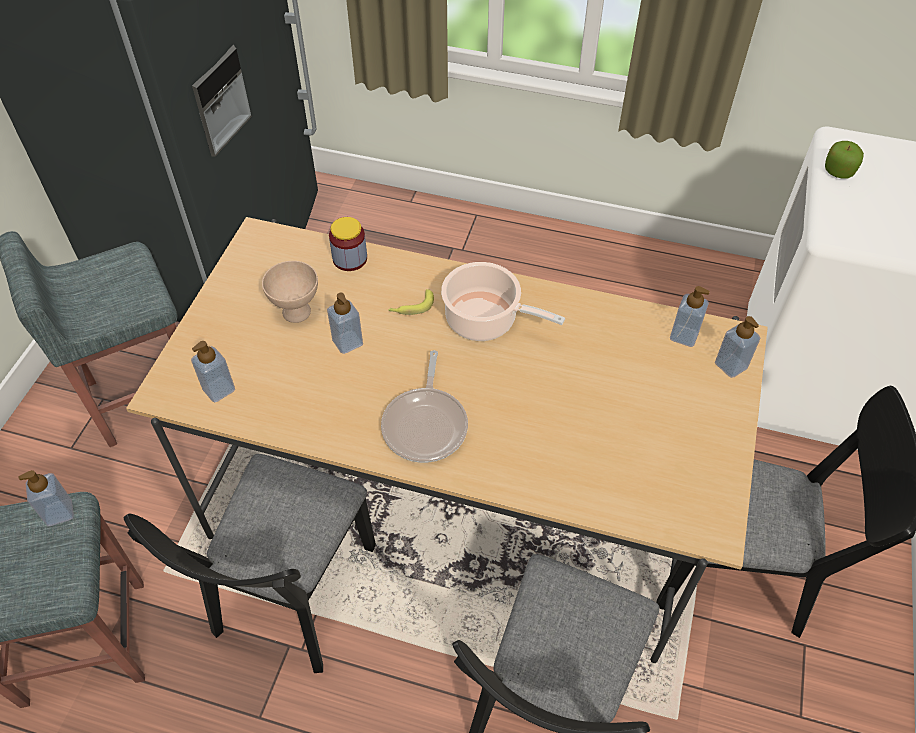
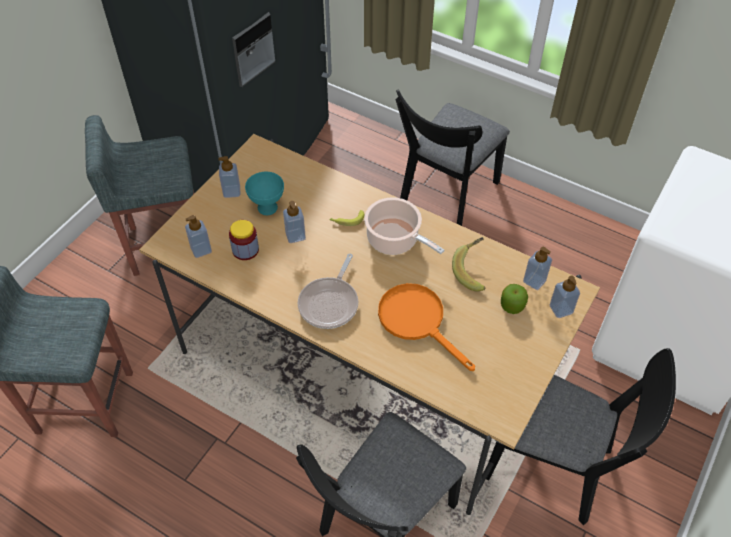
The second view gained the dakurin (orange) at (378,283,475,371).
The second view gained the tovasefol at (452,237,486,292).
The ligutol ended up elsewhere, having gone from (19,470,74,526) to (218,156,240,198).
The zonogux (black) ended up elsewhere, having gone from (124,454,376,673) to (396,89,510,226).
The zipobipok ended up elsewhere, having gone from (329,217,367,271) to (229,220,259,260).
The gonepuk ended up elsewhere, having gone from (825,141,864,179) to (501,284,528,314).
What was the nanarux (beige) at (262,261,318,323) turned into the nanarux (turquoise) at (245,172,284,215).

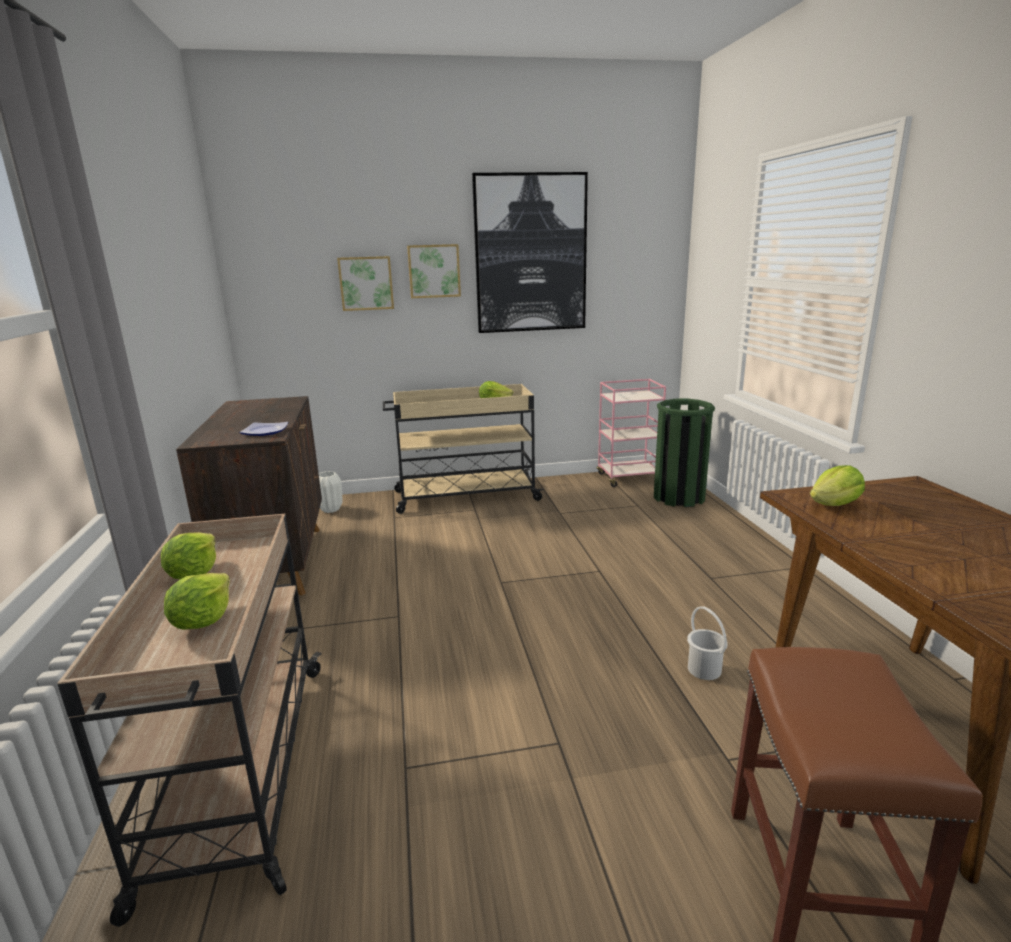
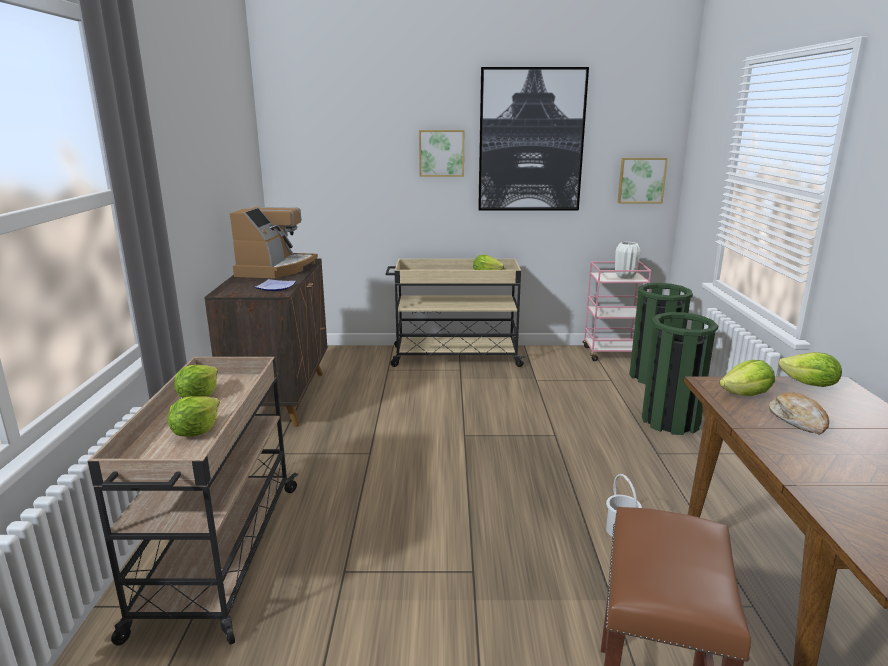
The second view gained the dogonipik at (230,207,318,278).
The second view gained the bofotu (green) at (642,312,718,435).
The second view gained the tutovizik at (769,392,829,435).
The second view gained the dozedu at (778,352,842,387).
The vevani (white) ended up elsewhere, having gone from (319,471,342,513) to (615,242,641,279).
The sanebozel ended up elsewhere, having gone from (337,256,394,311) to (617,158,668,203).

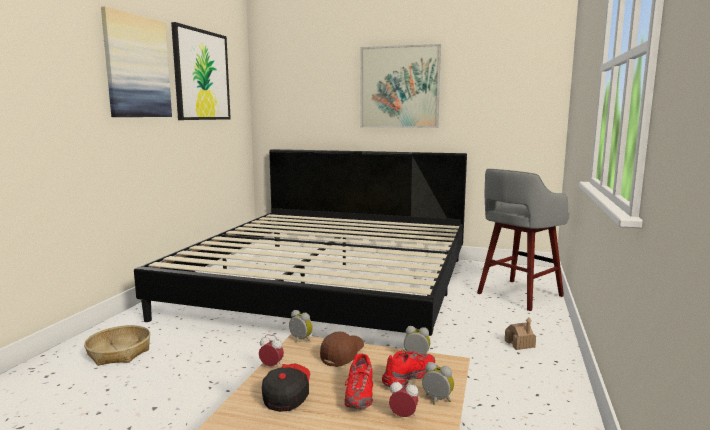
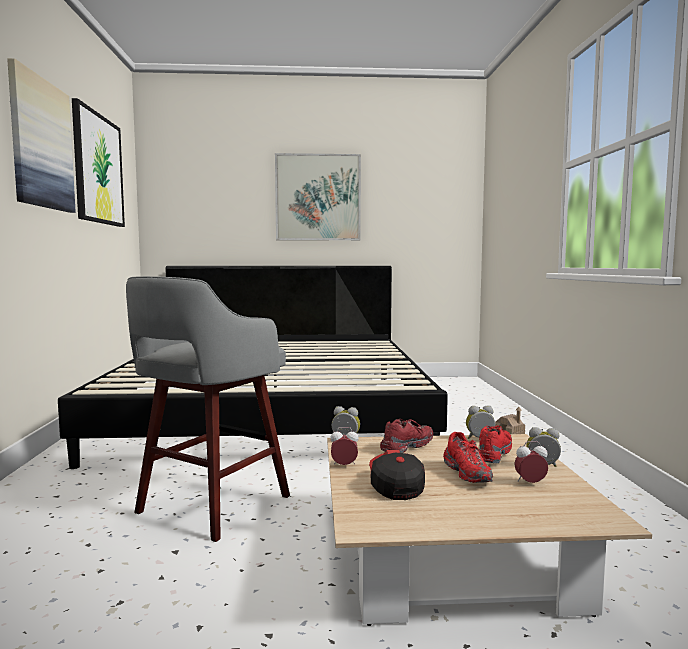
The second view lost the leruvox at (84,325,150,366).
The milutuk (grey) ended up elsewhere, having gone from (477,169,569,311) to (126,276,290,542).
Where the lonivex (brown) stood at (320,332,364,367), the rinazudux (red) came to stand at (380,419,433,453).

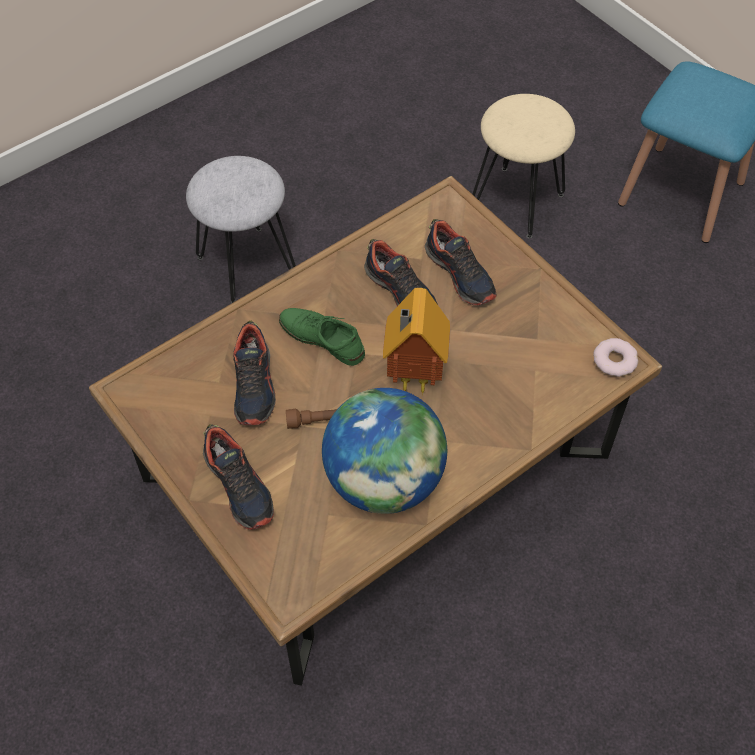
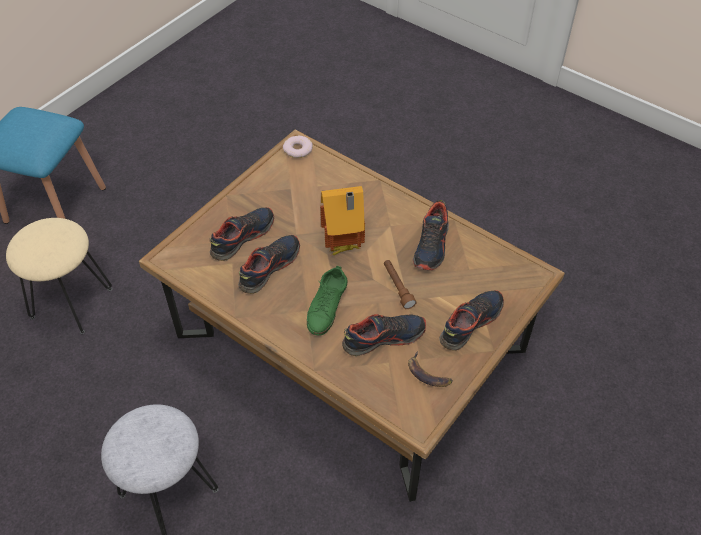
The second view gained the tovasefol at (408,351,453,387).
Where the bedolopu stood at (322,388,447,514), the rinazudux came to stand at (413,200,449,271).

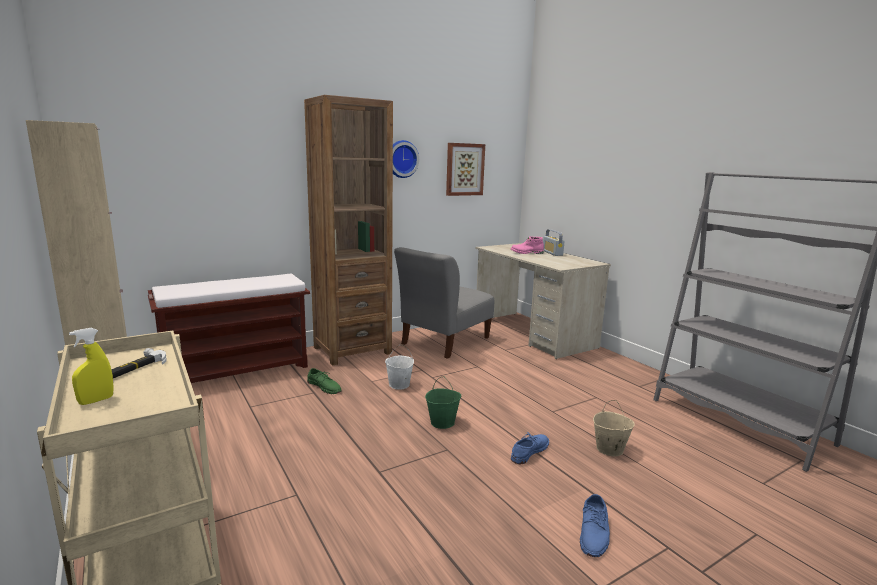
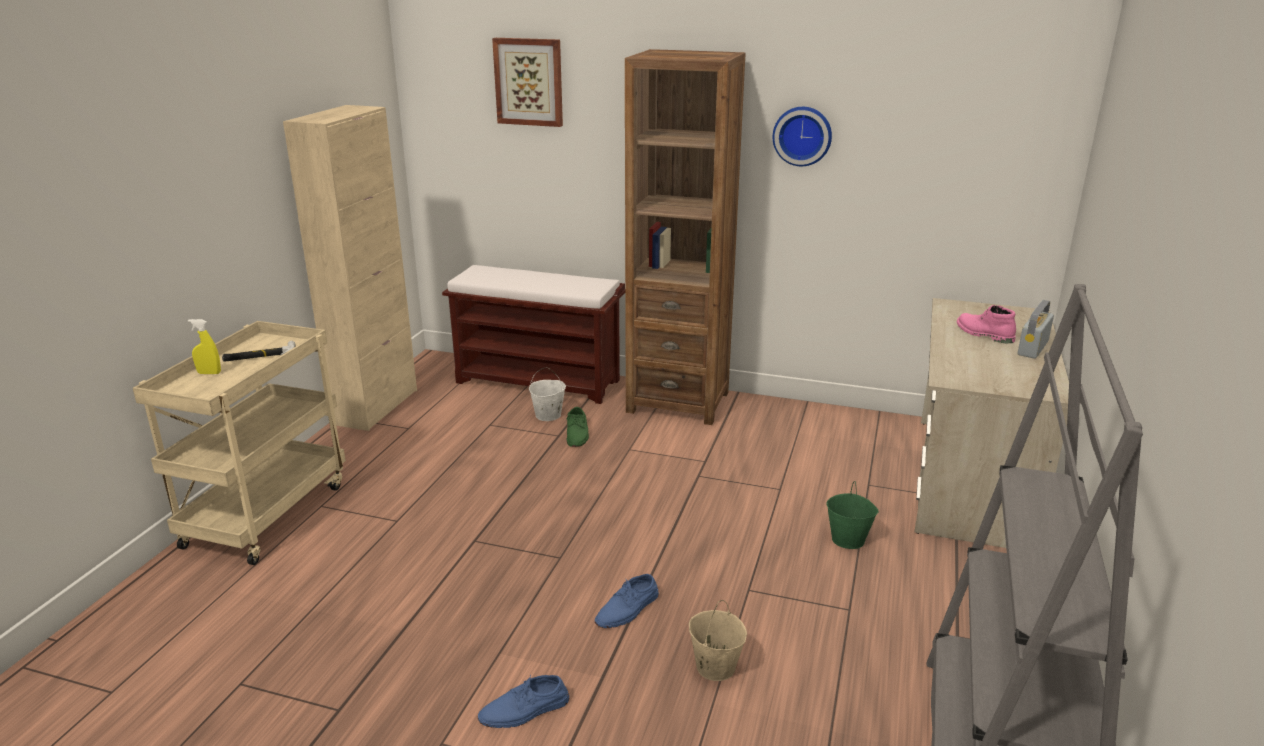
The second view lost the zonogux (grey) at (394,247,494,359).
The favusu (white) ended up elsewhere, having gone from (385,344,414,389) to (529,367,566,421).
The favusu (green) ended up elsewhere, having gone from (425,376,461,429) to (827,481,879,549).
The sanebozel ended up elsewhere, having gone from (446,143,485,196) to (492,38,563,127).
The rinazudux (blue) at (511,432,549,464) ended up facing another way, 135 degrees clockwise from before.

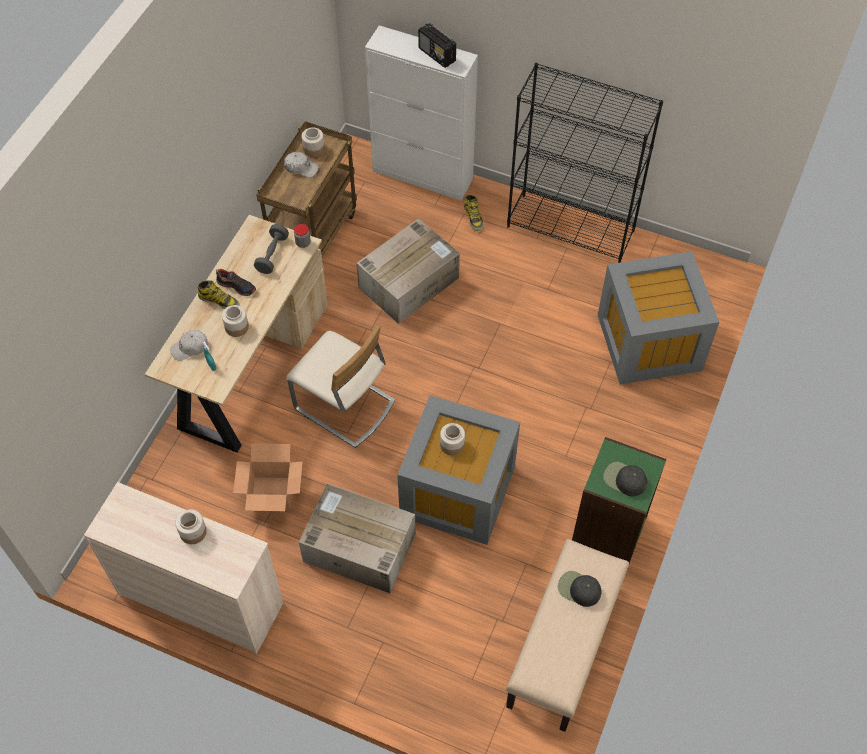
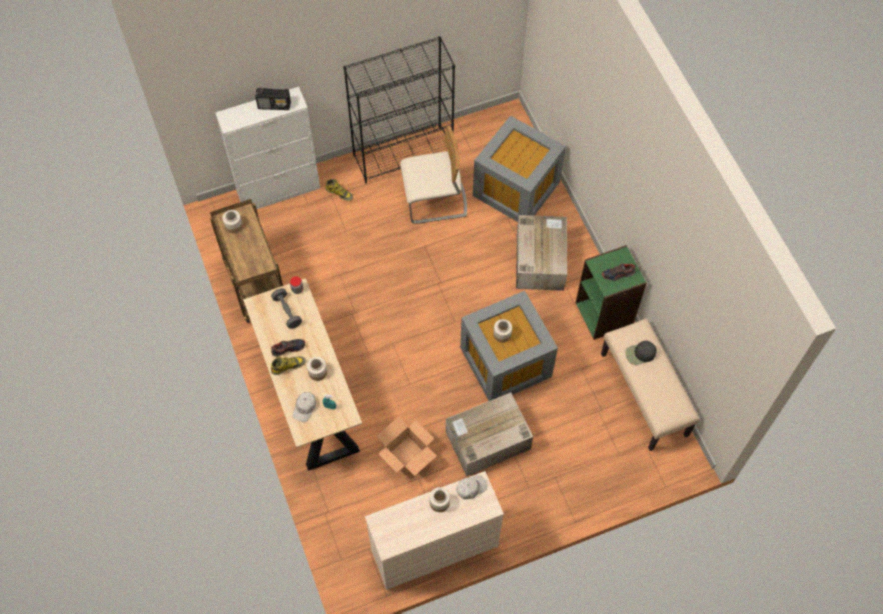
The lonivex (white) ended up elsewhere, having gone from (284,152,319,178) to (456,475,487,499).
The zonogux (beige) ended up elsewhere, having gone from (286,324,395,448) to (400,126,467,224).
The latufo ended up elsewhere, having gone from (356,218,460,324) to (516,215,567,291).
Where the lonivex (black) stood at (603,462,647,497), the rinazudux came to stand at (602,264,636,281).

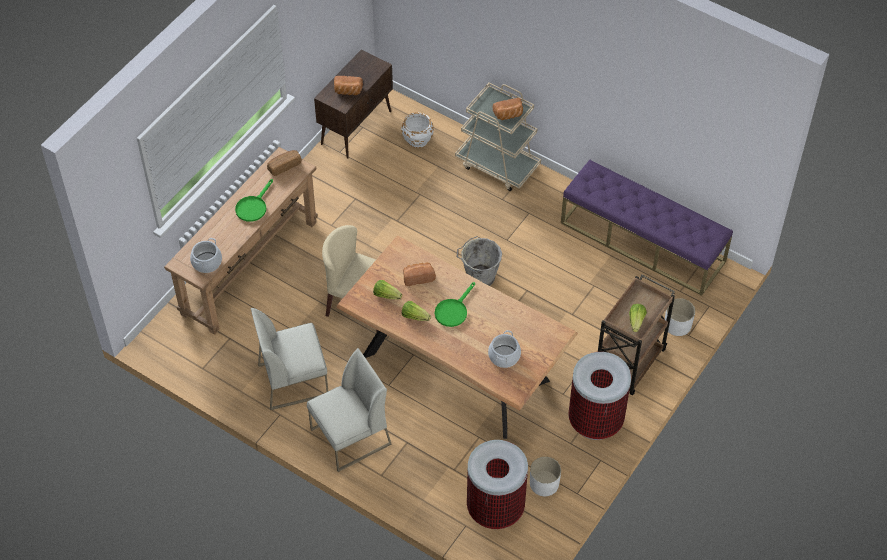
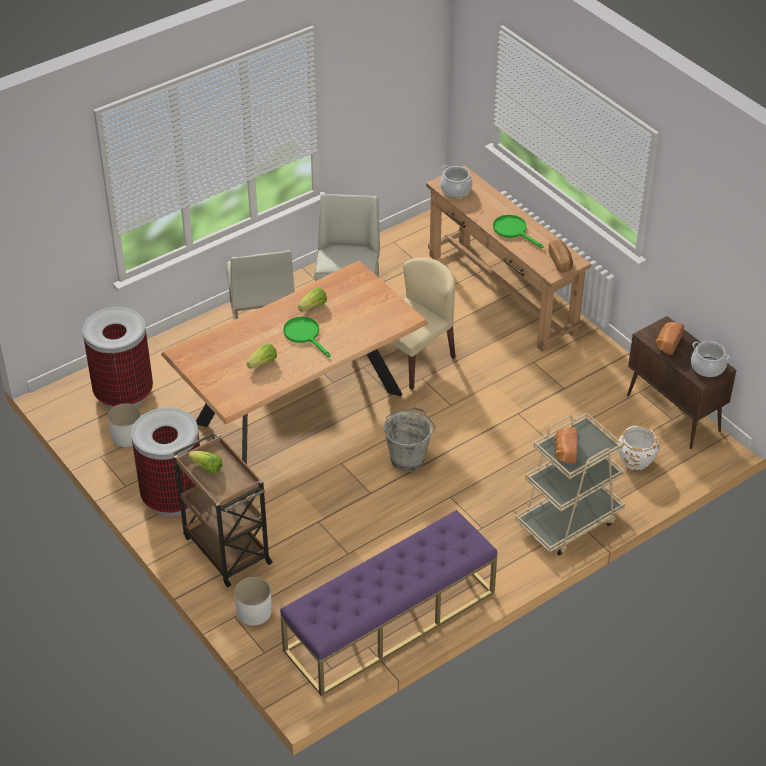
The second view lost the tutovizik at (403,262,436,286).
The dozedu ended up elsewhere, having gone from (373,280,402,299) to (247,344,277,369).
The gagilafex ended up elsewhere, having gone from (488,330,521,368) to (691,341,730,377).

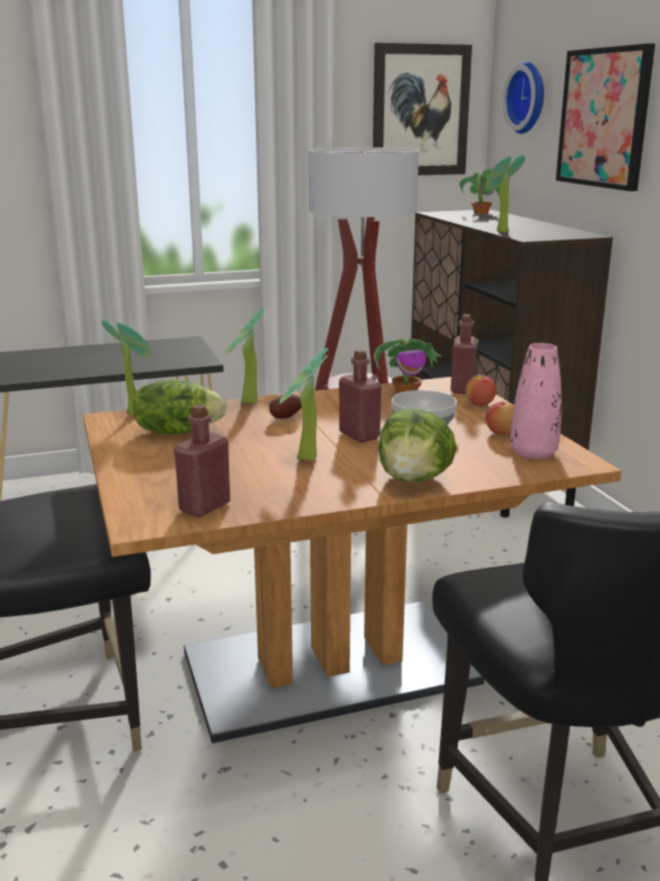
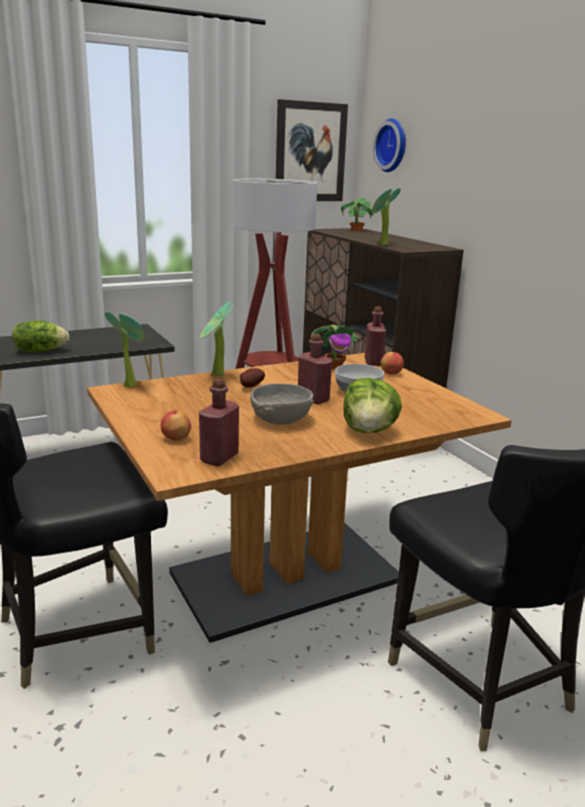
The second view lost the vevani (pink) at (510,343,562,459).
The second view lost the sanebozel at (556,43,655,191).
The dozedu ended up elsewhere, having gone from (133,379,227,434) to (12,320,69,352).
The gonepuk ended up elsewhere, having gone from (486,400,514,435) to (161,411,191,441).
Where the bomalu stood at (279,348,329,461), the nanarux (grey) came to stand at (250,383,313,425).

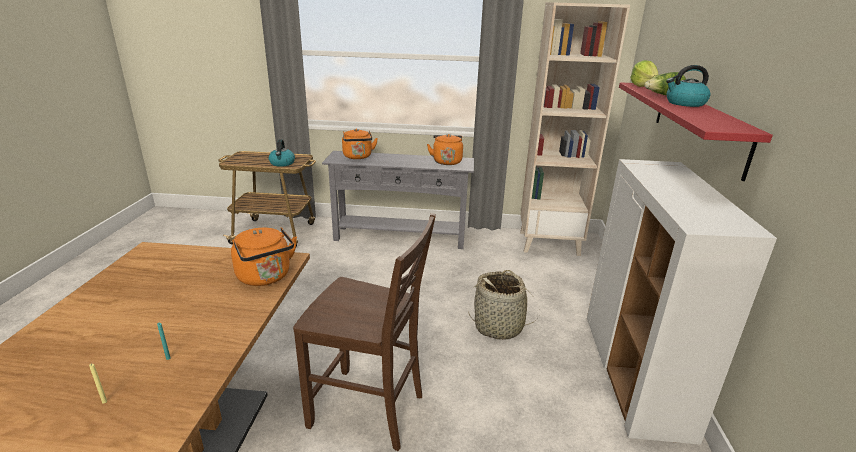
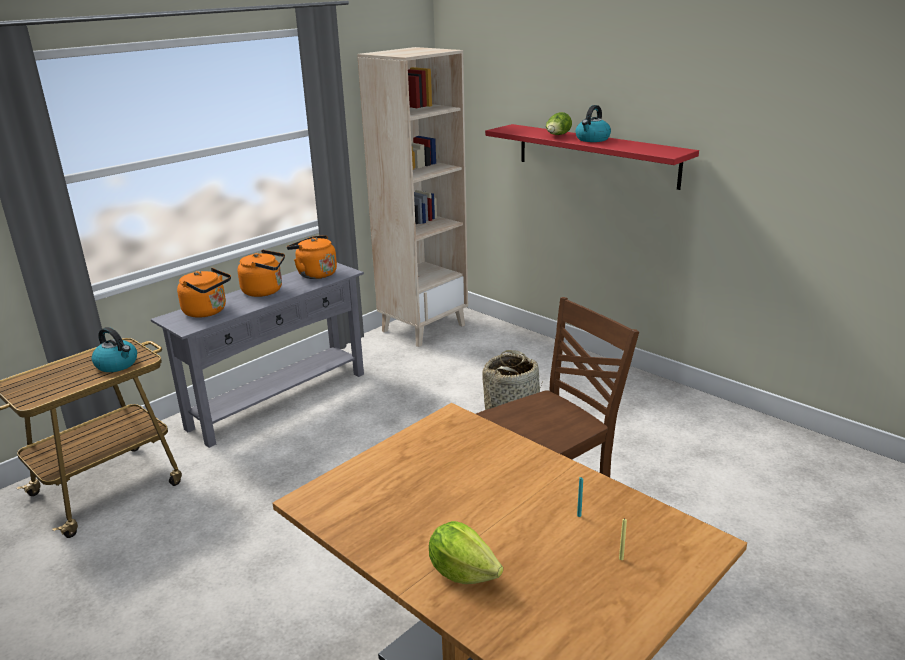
The second view lost the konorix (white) at (587,159,777,445).
The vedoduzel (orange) ended up elsewhere, having gone from (231,227,297,286) to (237,250,285,297).
The dozedu ended up elsewhere, having gone from (630,60,659,87) to (429,521,503,584).

